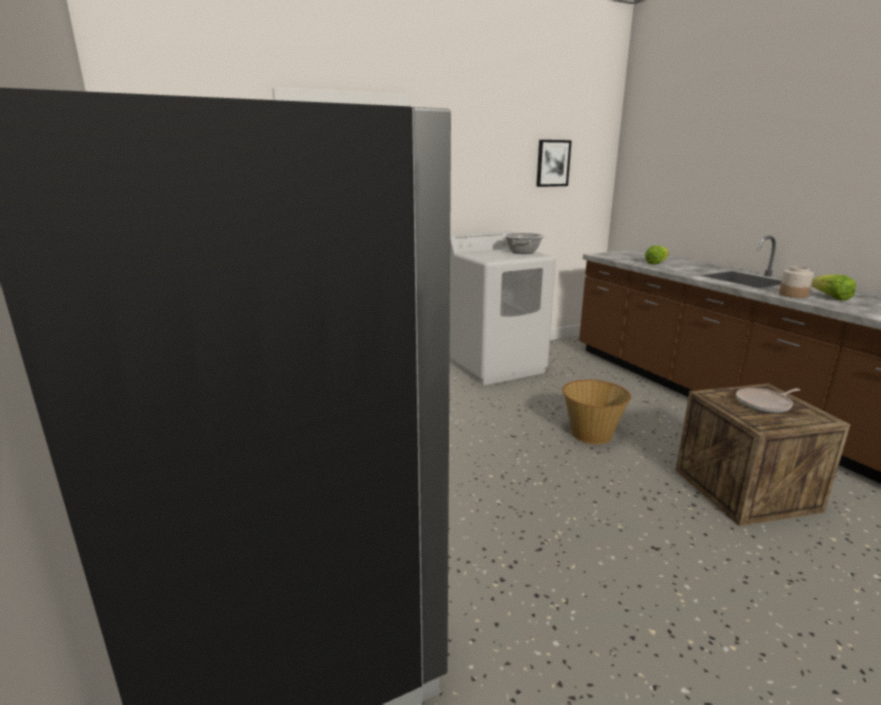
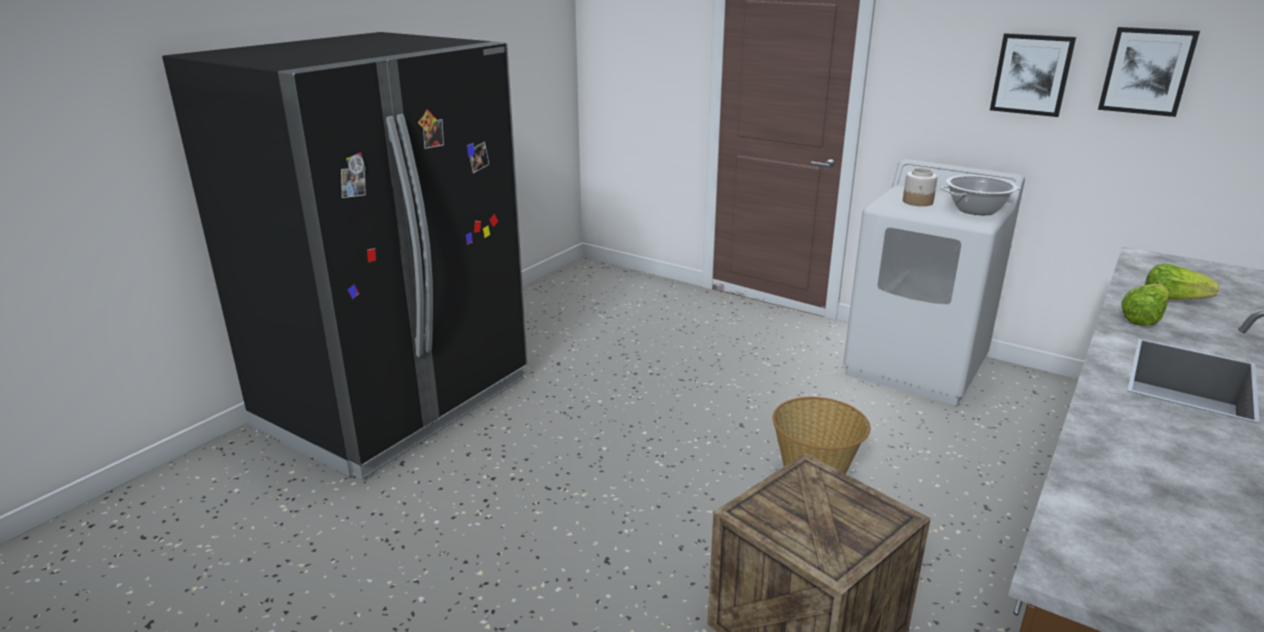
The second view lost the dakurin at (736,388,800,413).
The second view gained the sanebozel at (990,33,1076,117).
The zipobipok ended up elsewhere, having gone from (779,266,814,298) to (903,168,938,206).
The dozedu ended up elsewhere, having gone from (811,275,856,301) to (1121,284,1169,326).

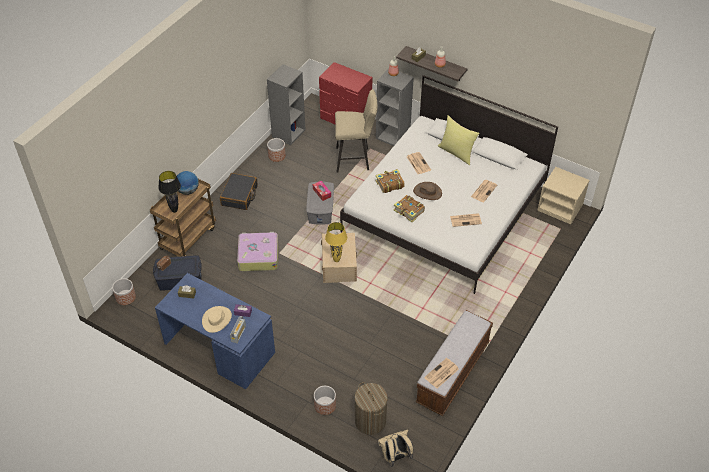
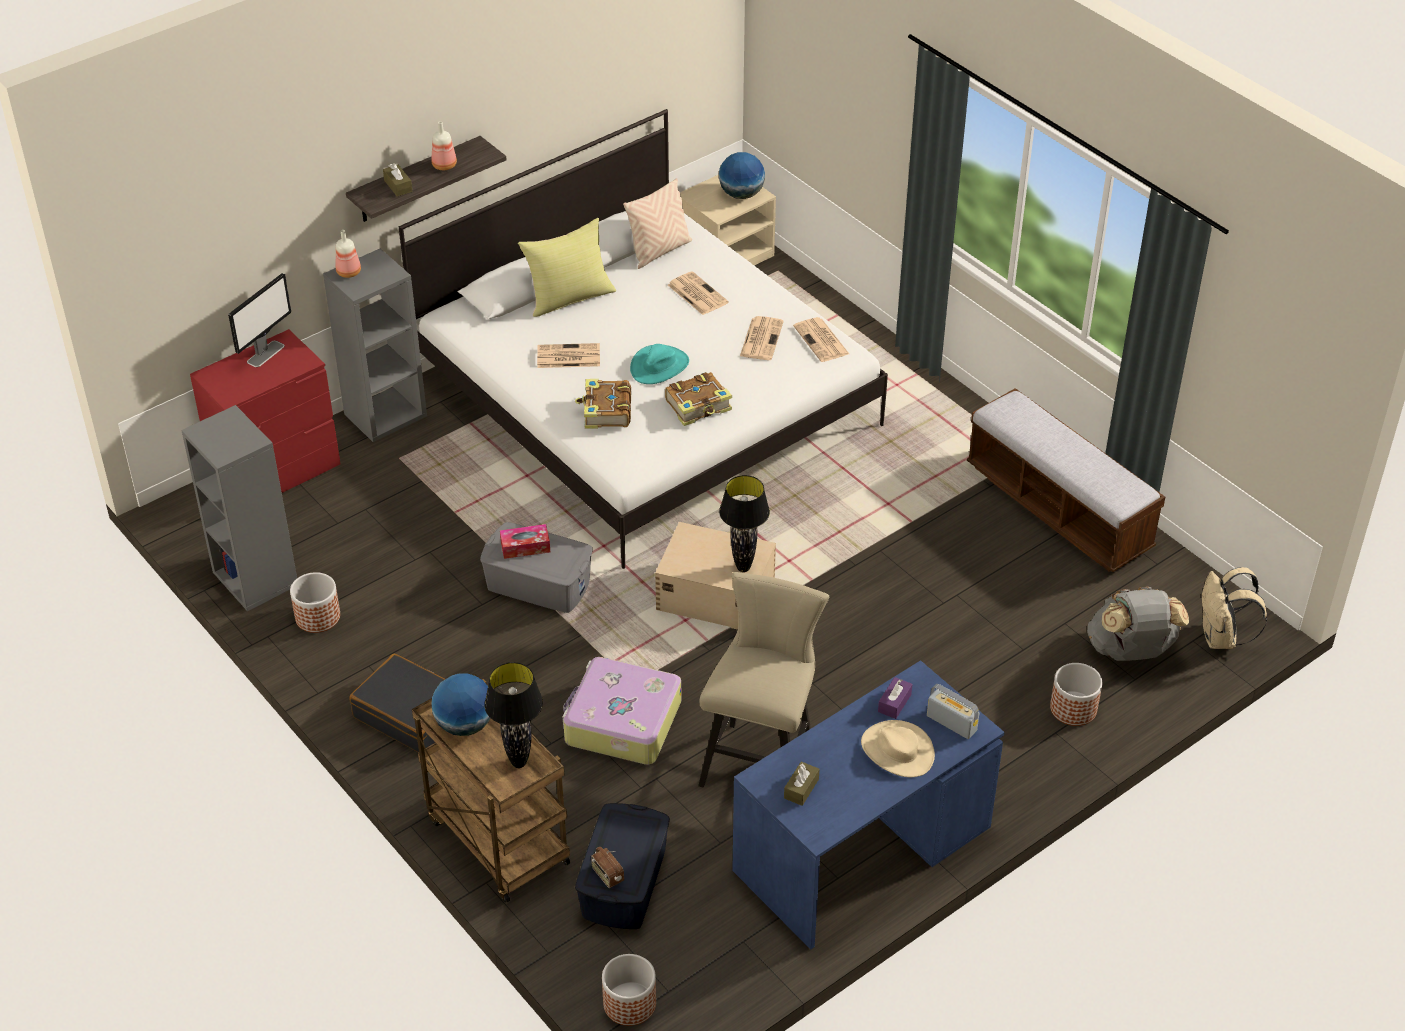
The second view gained the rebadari at (228,273,291,367).
The second view gained the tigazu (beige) at (623,178,692,269).
The second view gained the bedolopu at (719,152,765,199).
The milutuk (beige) ended up elsewhere, having gone from (335,89,378,172) to (698,572,829,787).
The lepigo ended up elsewhere, having gone from (424,358,459,388) to (793,317,849,362).
Where the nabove stood at (355,382,388,435), the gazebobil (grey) came to stand at (1087,587,1189,661).
What was the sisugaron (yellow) at (325,222,347,262) turned into the sisugaron (black) at (719,475,770,572).
What was the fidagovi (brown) at (413,182,442,200) turned into the fidagovi (turquoise) at (630,344,689,384).

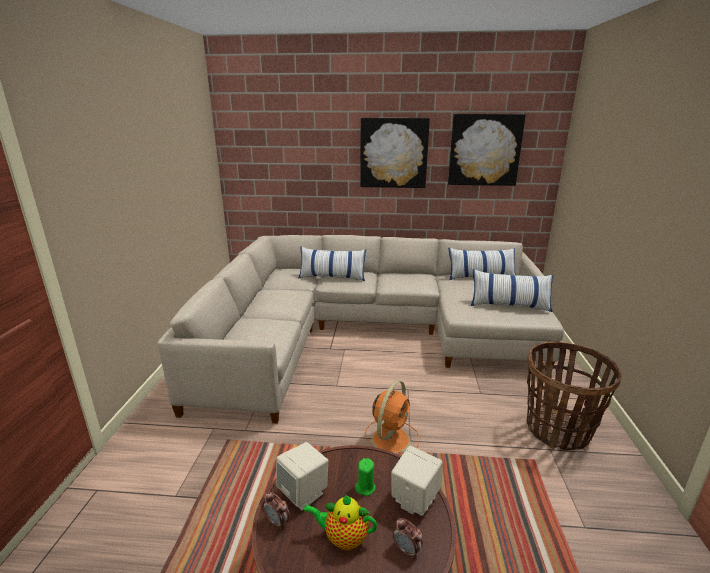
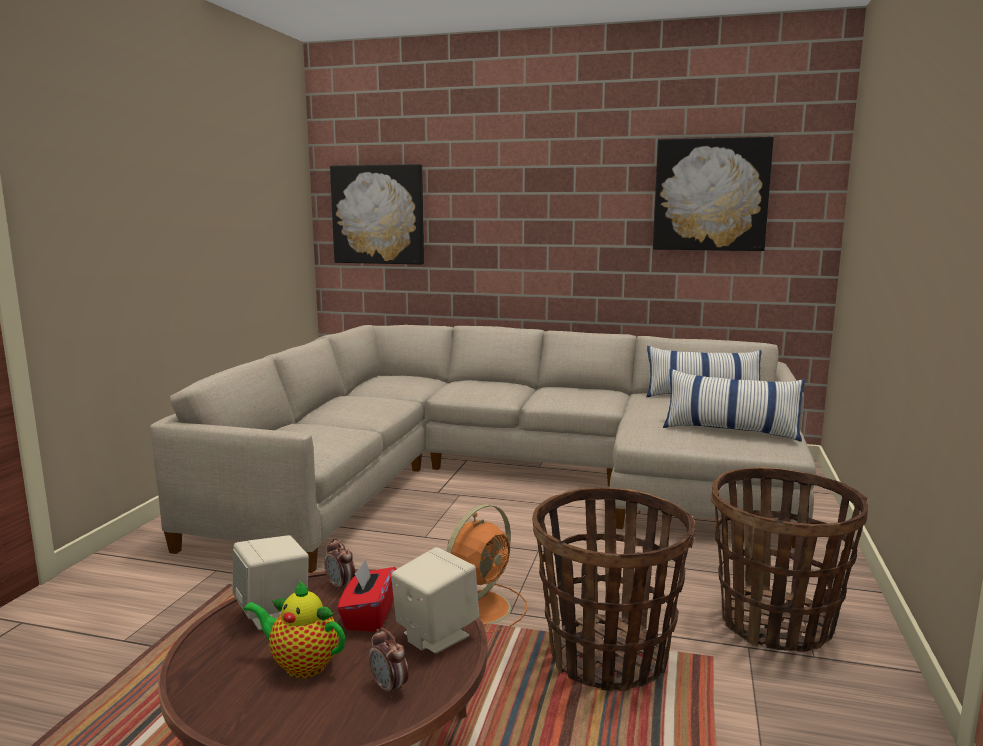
The second view lost the tigazu at (298,247,366,281).
The second view gained the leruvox at (532,487,695,691).
The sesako ended up elsewhere, having gone from (264,492,290,529) to (324,538,355,592).
The sanebozel ended up elsewhere, having gone from (360,118,430,188) to (330,164,424,265).
Where the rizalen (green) stood at (356,458,376,496), the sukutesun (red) came to stand at (337,559,396,632).

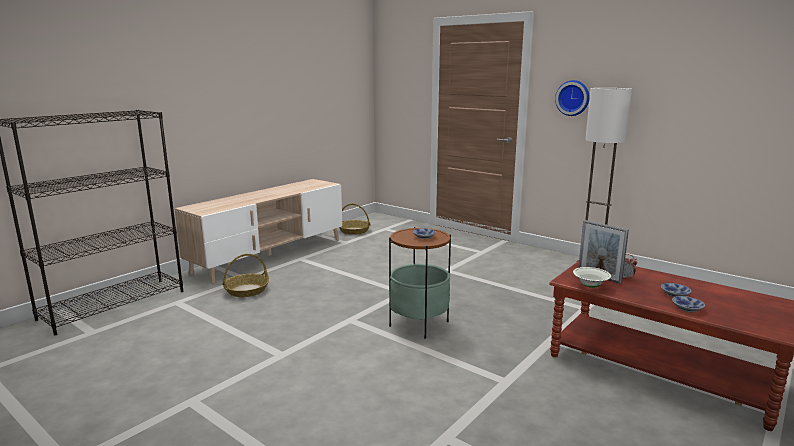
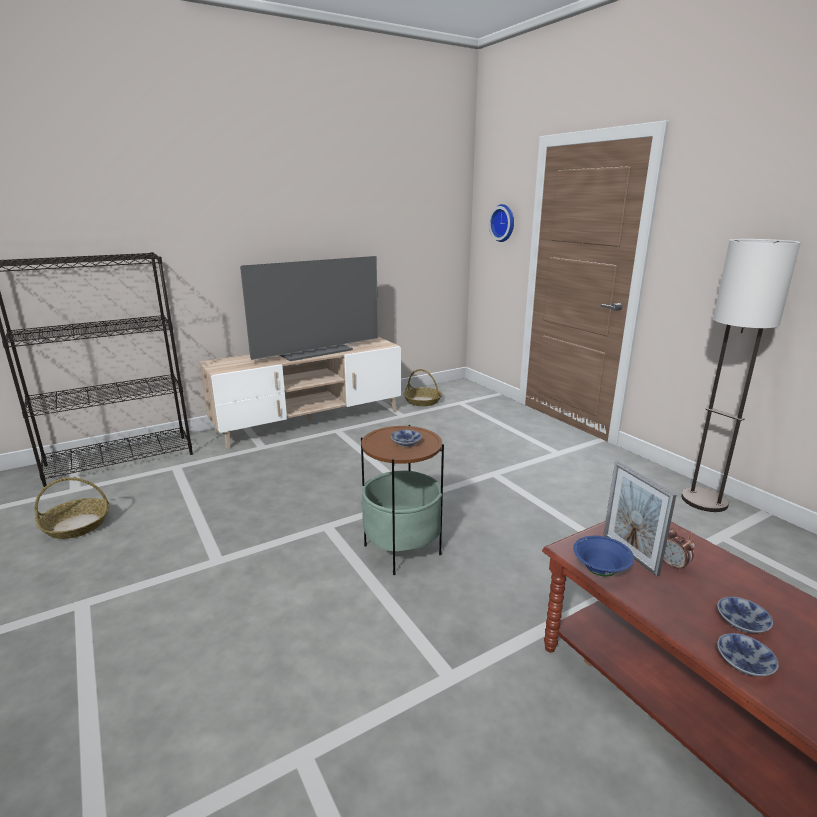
The second view gained the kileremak at (240,256,378,361).
The leruvox ended up elsewhere, having gone from (223,254,269,297) to (35,477,109,539).
The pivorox ended up elsewhere, having gone from (555,80,589,116) to (489,204,514,242).
What was the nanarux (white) at (573,267,611,288) turned into the nanarux (blue) at (573,536,634,576).

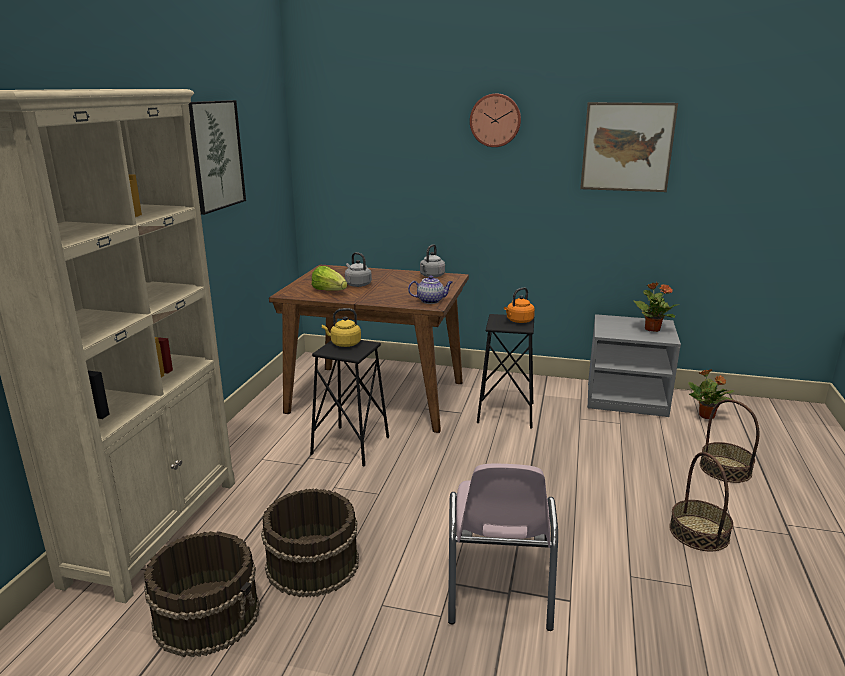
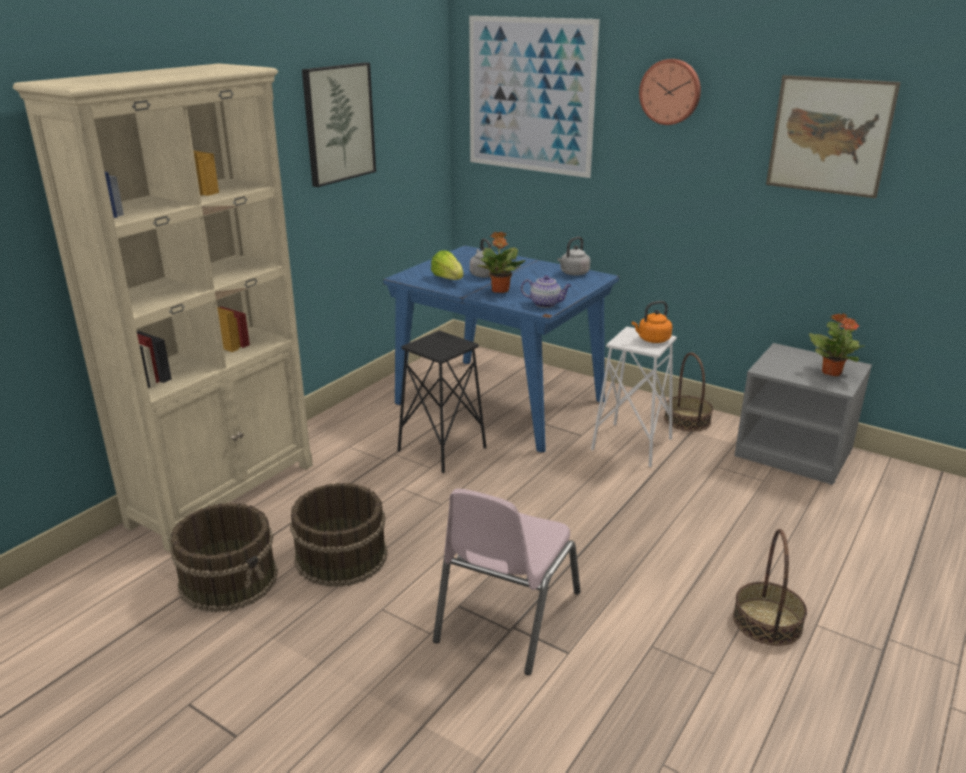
The second view lost the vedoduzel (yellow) at (322,308,361,347).
The second view gained the sanebozel at (469,16,600,178).
The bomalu ended up elsewhere, having gone from (688,369,734,419) to (478,231,526,293).
The leruvox ended up elsewhere, having gone from (700,399,759,483) to (664,352,713,431).
What was the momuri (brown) at (269,265,469,433) turned into the momuri (blue) at (383,245,619,453).
What was the milutuk (black) at (477,314,534,428) turned into the milutuk (white) at (591,326,677,467).

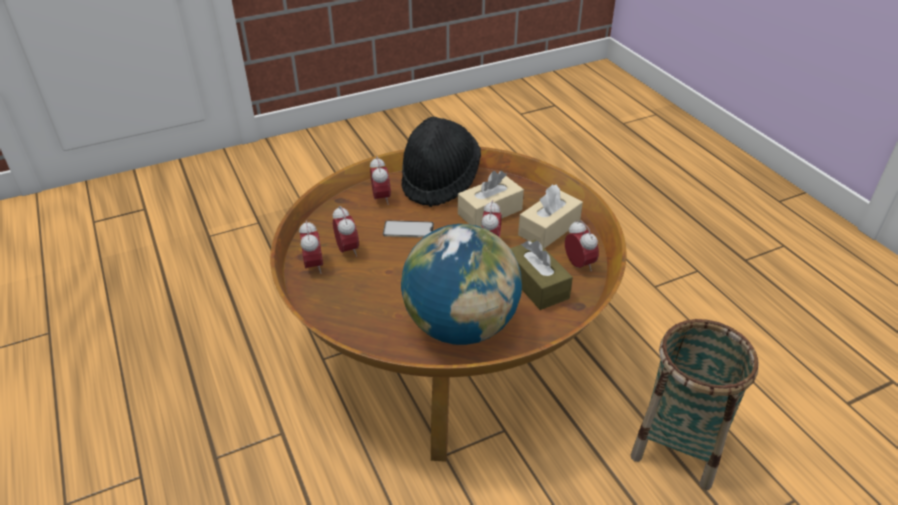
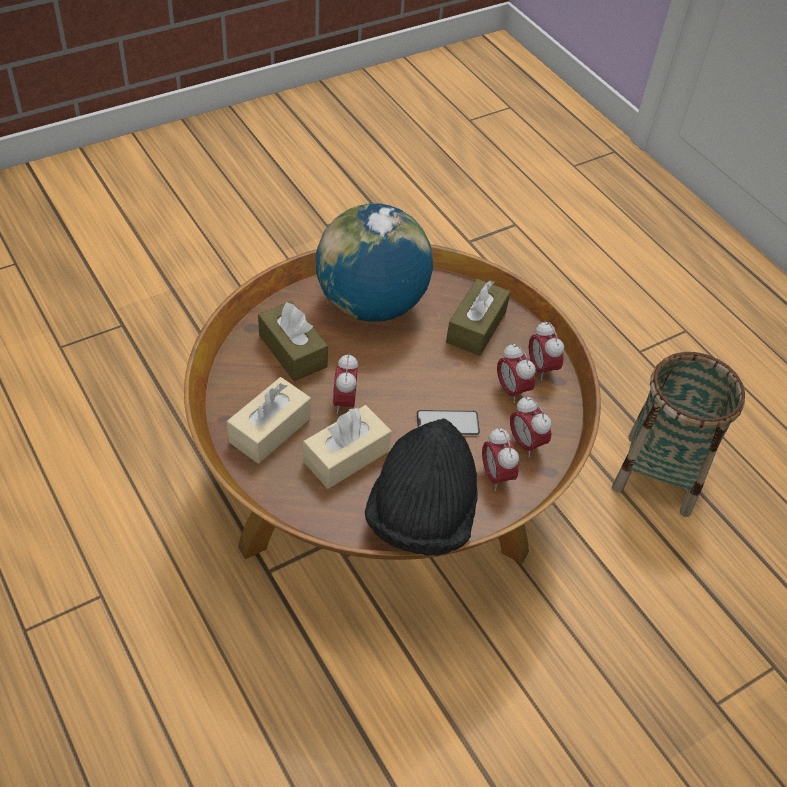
The second view gained the sukutesun (brown) at (446,279,510,356).
The sesako ended up elsewhere, having gone from (565,220,599,271) to (510,396,552,458).
The leruvox ended up elsewhere, having gone from (631,319,759,490) to (612,352,745,517).

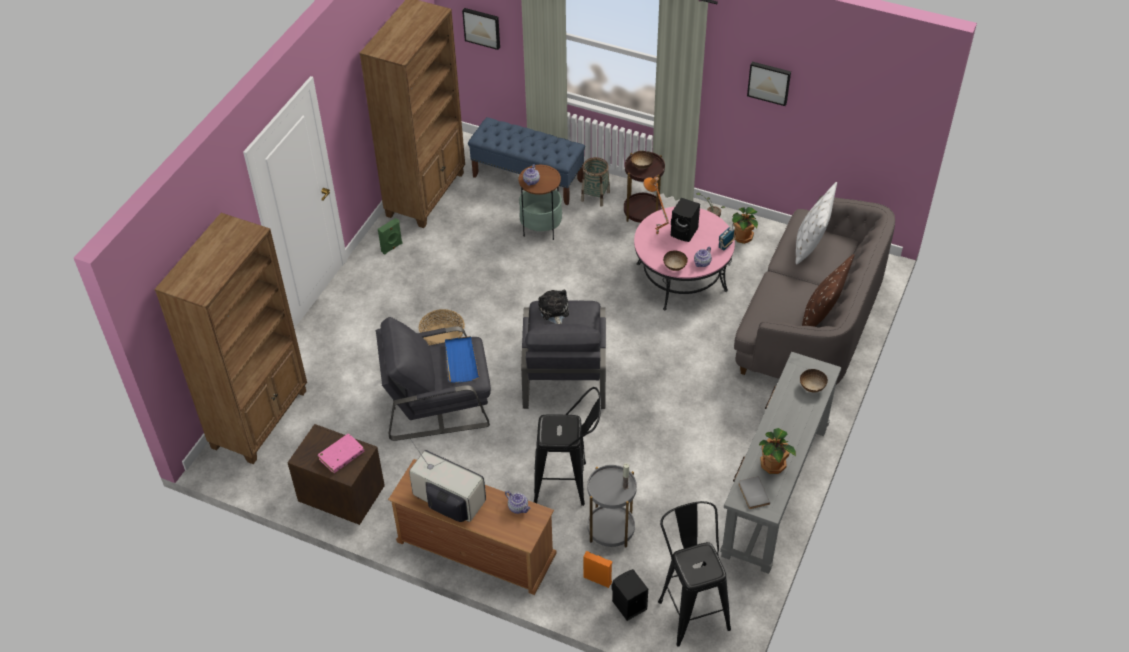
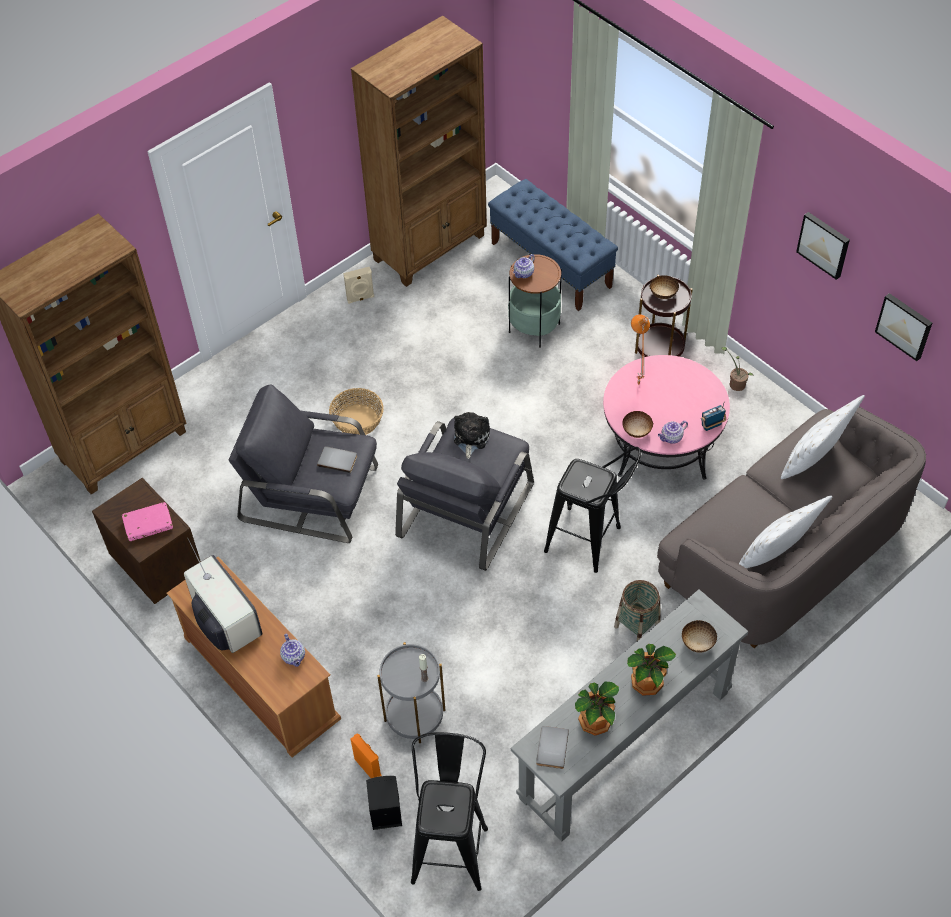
The second view lost the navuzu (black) at (671,198,700,242).
The sanebozel ended up elsewhere, having gone from (462,8,500,50) to (875,293,932,361).
The milutuk (black) ended up elsewhere, having gone from (534,387,601,506) to (544,447,641,573).
The leruvox ended up elsewhere, having gone from (581,157,610,207) to (614,580,661,642).
The bomalu ended up elsewhere, having gone from (732,207,758,244) to (627,644,676,696).
Where the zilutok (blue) stood at (445,336,479,383), the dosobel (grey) came to stand at (317,446,357,473).
What was the navuzu (green) at (378,218,403,255) turned into the navuzu (beige) at (343,267,374,304).
What was the tigazu (brown) at (802,254,854,327) turned into the tigazu (white) at (739,496,833,568).

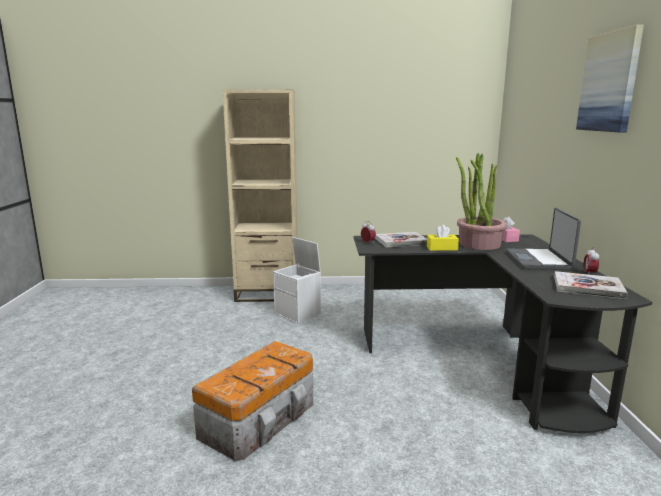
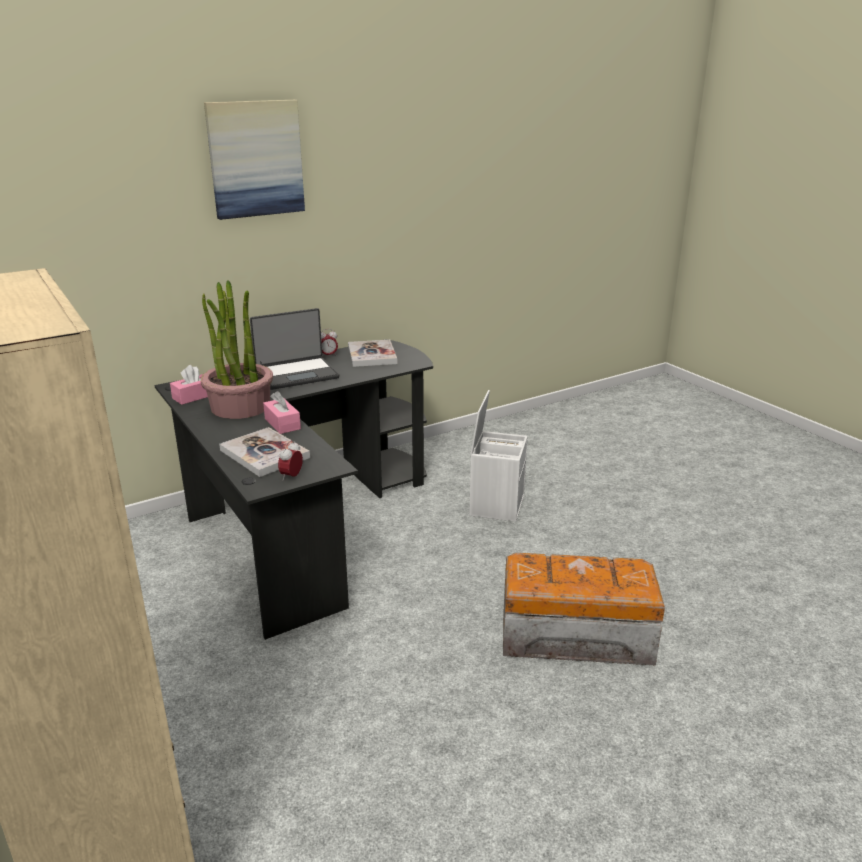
The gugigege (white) ended up elsewhere, having gone from (273,237,321,324) to (469,390,528,522).
What was the sukutesun (yellow) at (427,225,459,251) turned into the sukutesun (pink) at (263,391,301,434).

